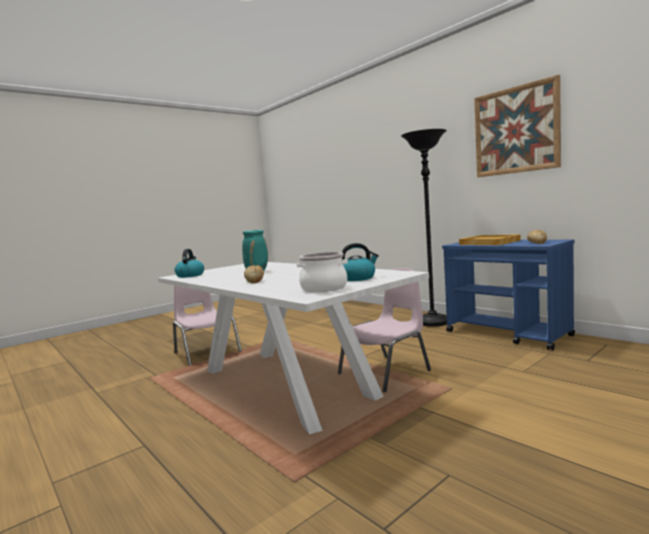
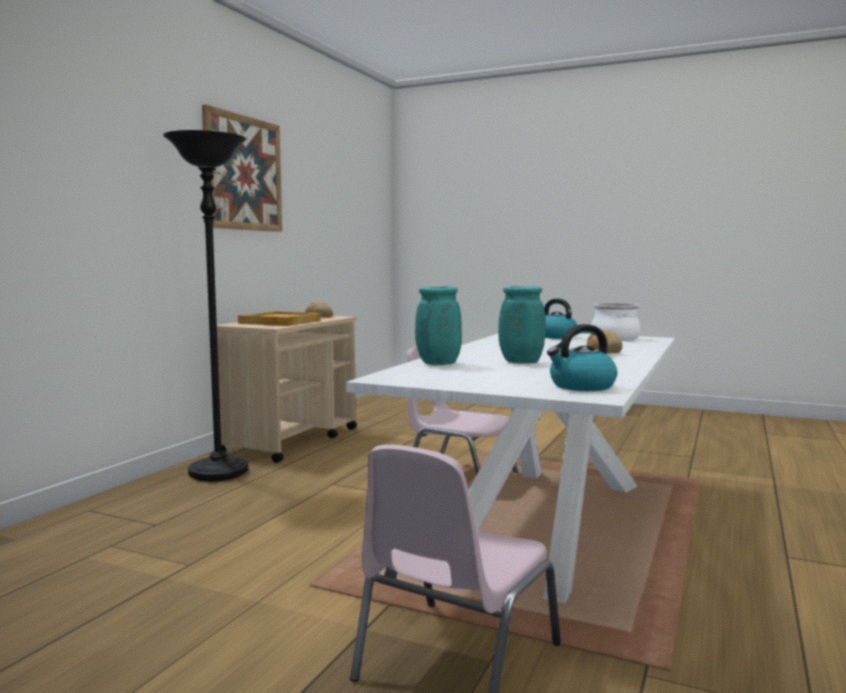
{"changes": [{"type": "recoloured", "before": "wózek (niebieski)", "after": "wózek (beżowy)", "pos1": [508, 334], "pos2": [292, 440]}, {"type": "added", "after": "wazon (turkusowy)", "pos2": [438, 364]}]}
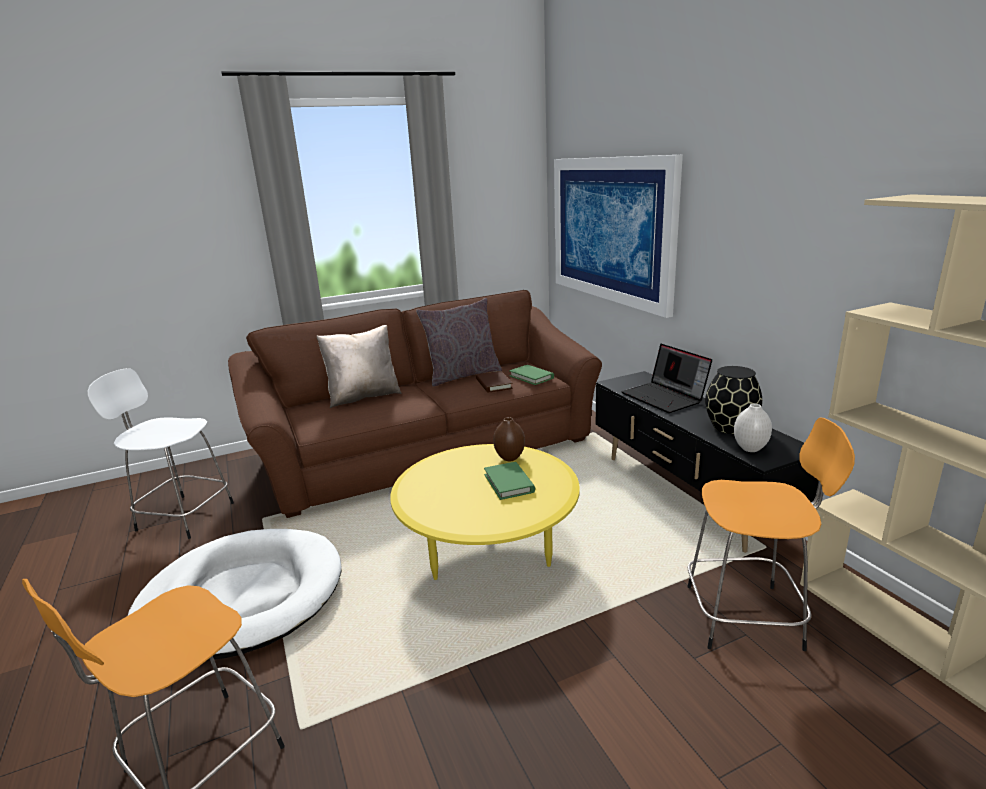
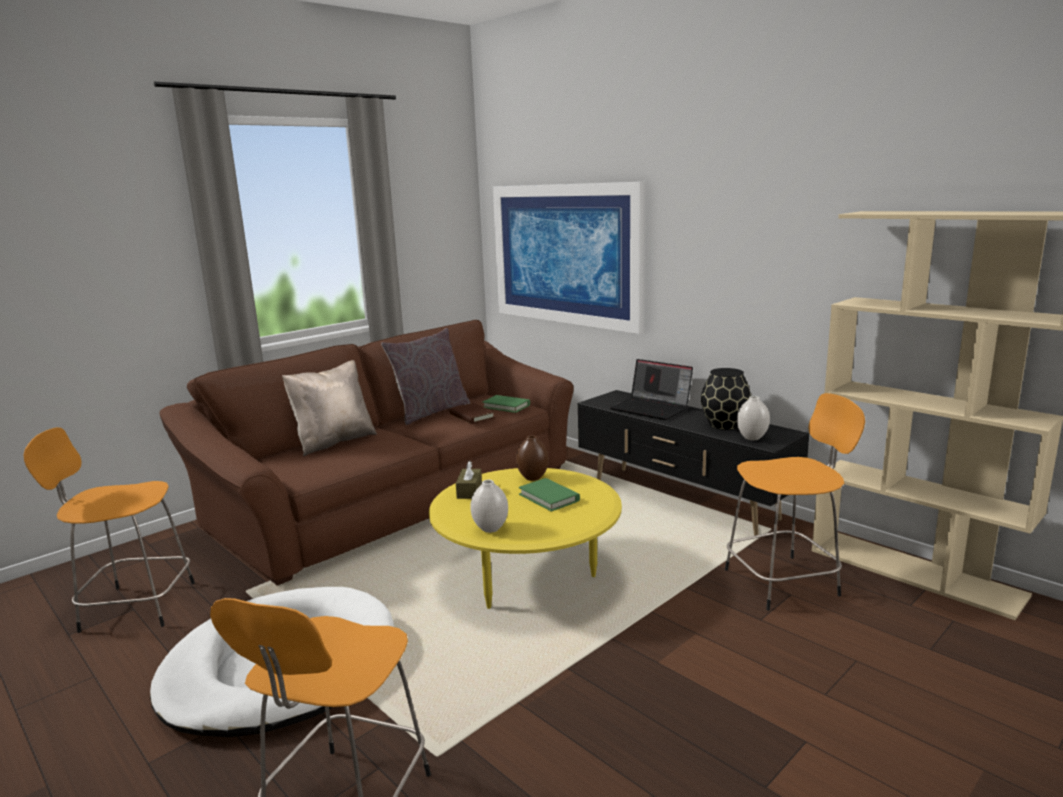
{"changes": [{"type": "recoloured", "before": "stołek (biały)", "after": "stołek (pomarańczowy)", "pos1": [183, 516], "pos2": [134, 606]}, {"type": "added", "after": "pudełko chusteczek (brązowy)", "pos2": [469, 491]}, {"type": "added", "after": "wazon (biały)", "pos2": [490, 528]}]}
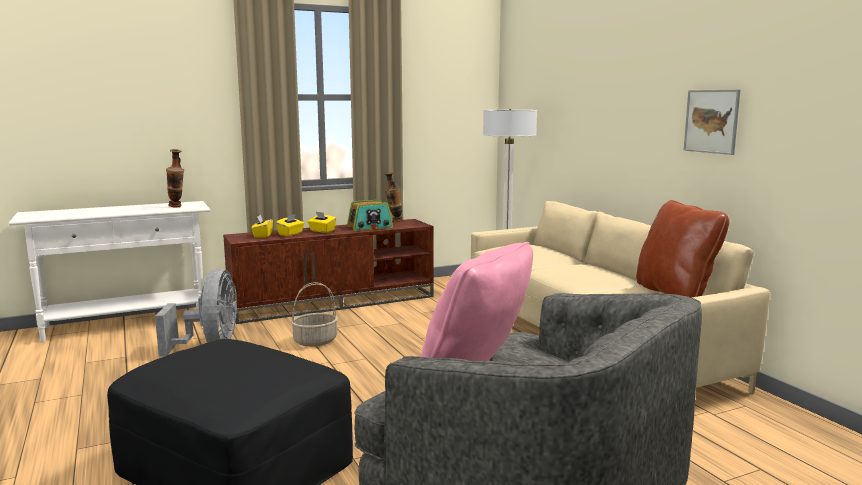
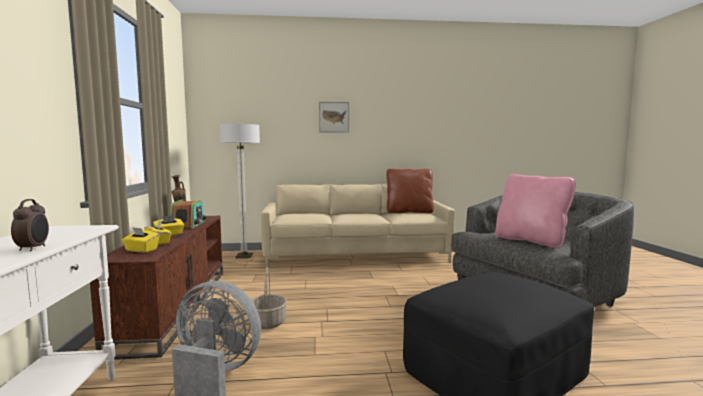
{"changes": [{"type": "moved", "before": "obraz", "pos1": [711, 121], "pos2": [334, 117]}, {"type": "removed", "before": "wazon", "pos1": [177, 207]}, {"type": "added", "after": "budzik", "pos2": [33, 248]}]}
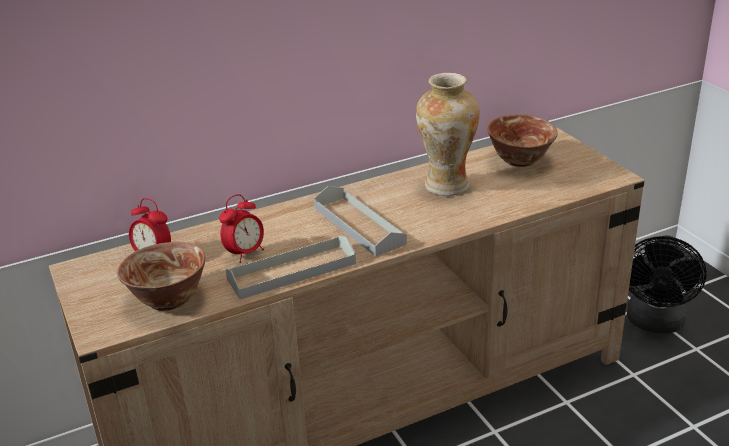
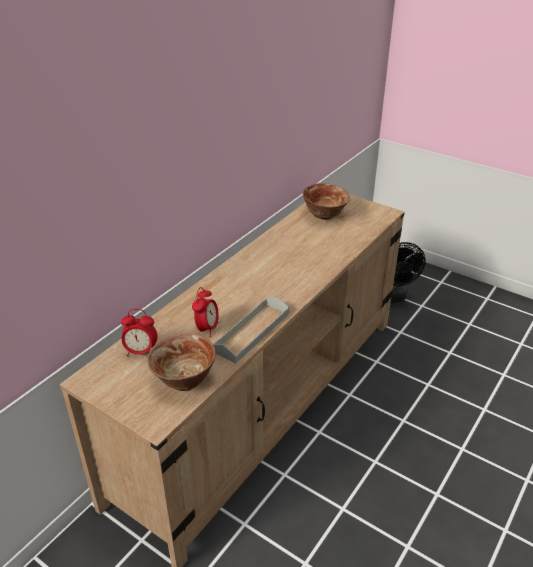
{"changes": [{"type": "removed", "before": "wazon", "pos1": [446, 186]}, {"type": "removed", "before": "taca (szary)", "pos1": [358, 225]}]}
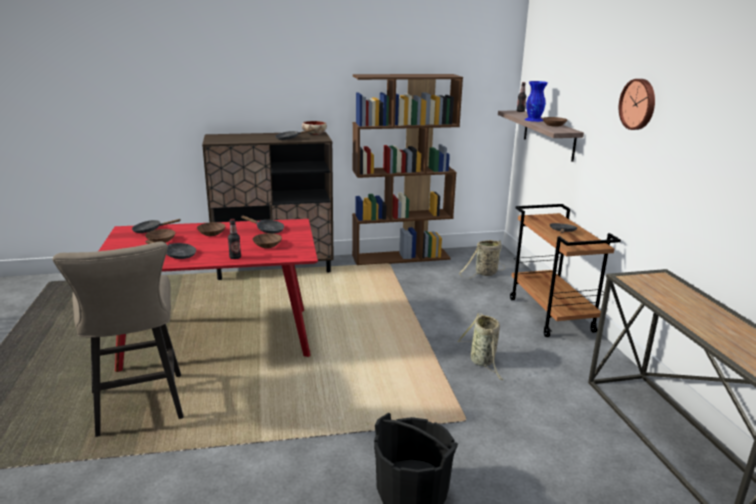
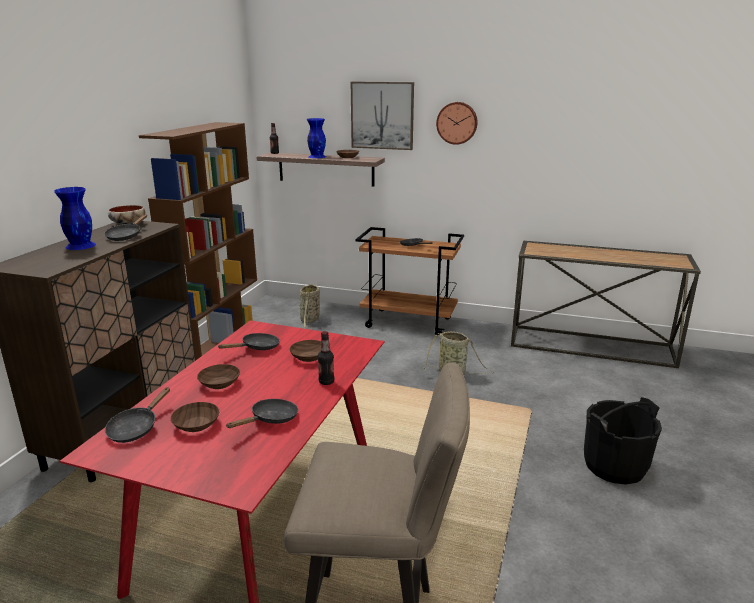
{"changes": [{"type": "added", "after": "obraz", "pos2": [382, 115]}, {"type": "added", "after": "wazon (niebieski)", "pos2": [80, 245]}]}
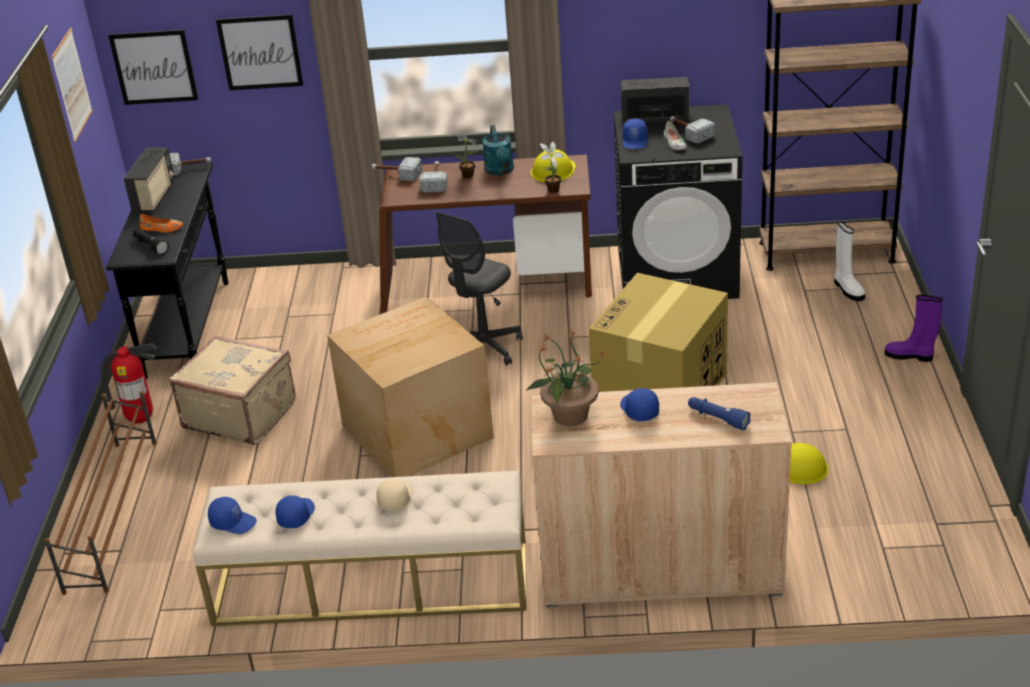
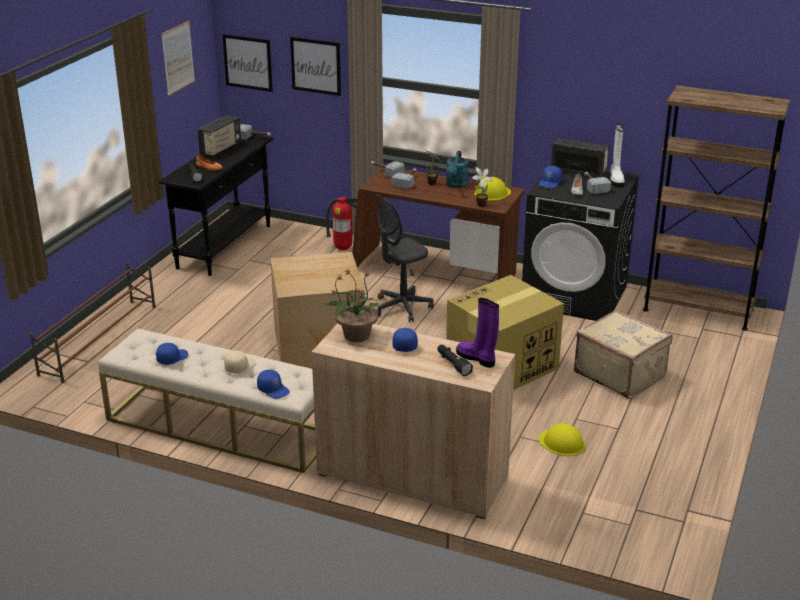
{"changes": [{"type": "moved", "before": "but z cholewką (biały)", "pos1": [847, 289], "pos2": [615, 180]}, {"type": "moved", "before": "but z cholewką (fioletowy)", "pos1": [910, 356], "pos2": [477, 358]}, {"type": "moved", "before": "walizka (beżowy)", "pos1": [240, 414], "pos2": [620, 374]}, {"type": "moved", "before": "gaśnica", "pos1": [141, 419], "pos2": [343, 249]}, {"type": "recoloured", "before": "latarka (niebieski)", "after": "latarka (czarny)", "pos1": [717, 418], "pos2": [453, 364]}, {"type": "moved", "before": "czapka z daszkiem (niebieski)", "pos1": [233, 522], "pos2": [273, 390]}]}
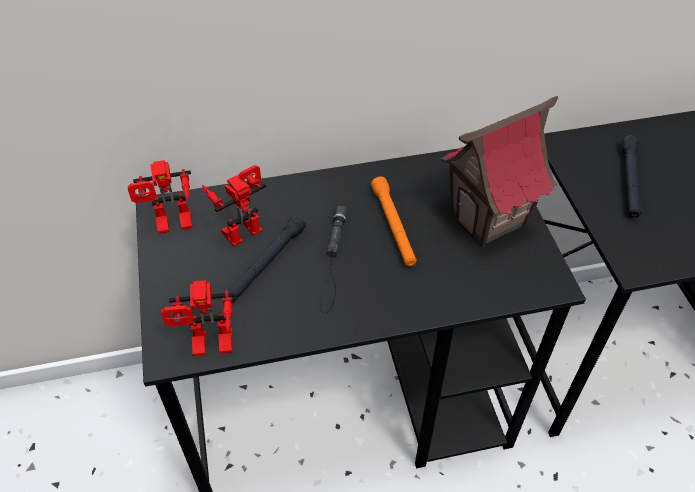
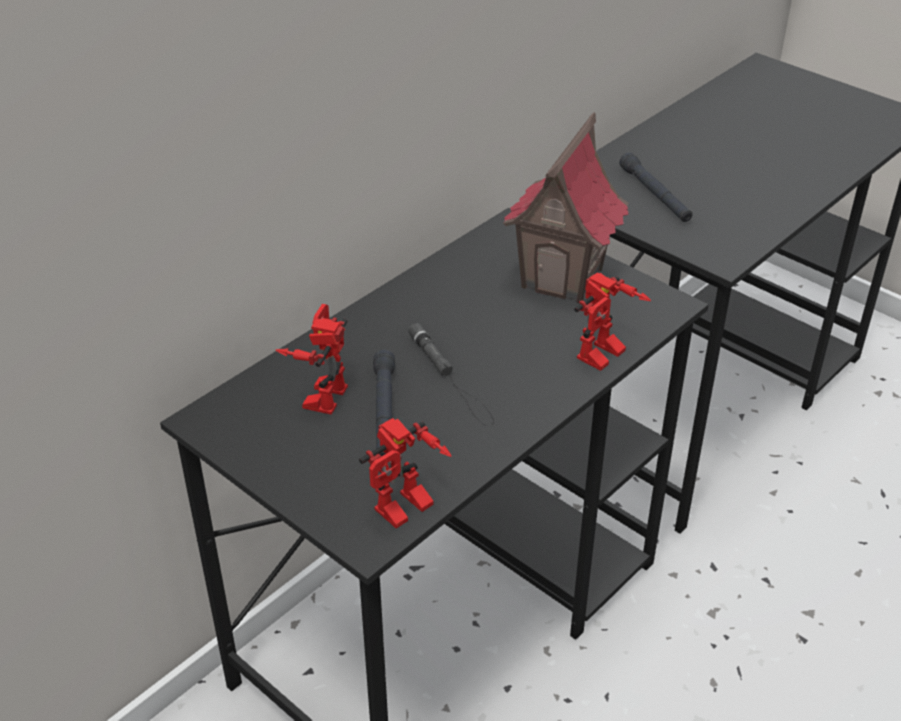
{"changes": [{"type": "moved", "before": "robot zabawkowy", "pos1": [172, 226], "pos2": [604, 358]}, {"type": "removed", "before": "latarka (pomarańczowy)", "pos1": [393, 226]}]}
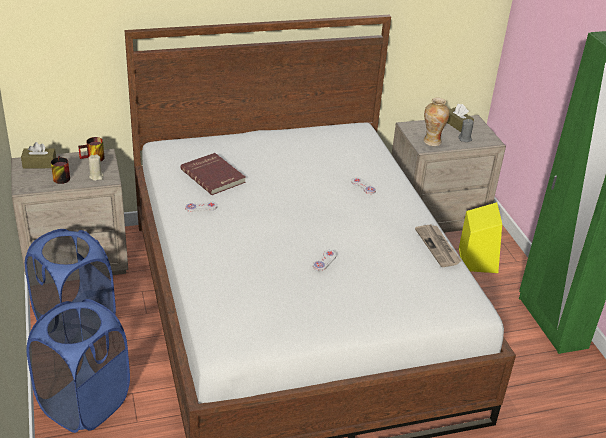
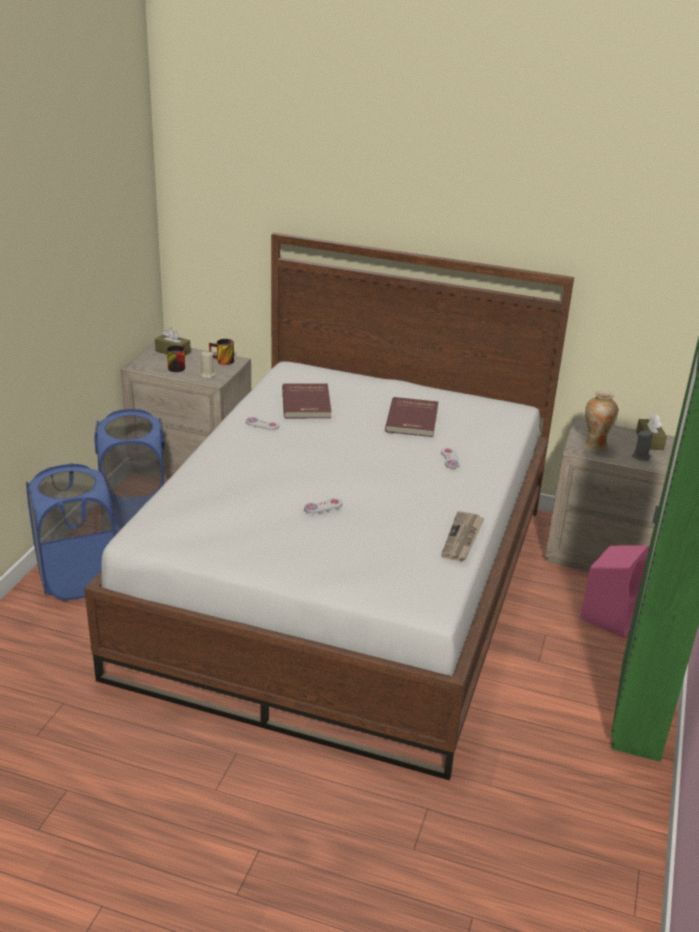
{"changes": [{"type": "recoloured", "before": "głośnik (żółty)", "after": "głośnik (różowy)", "pos1": [477, 259], "pos2": [611, 615]}, {"type": "added", "after": "książka (czerwony)", "pos2": [413, 420]}]}
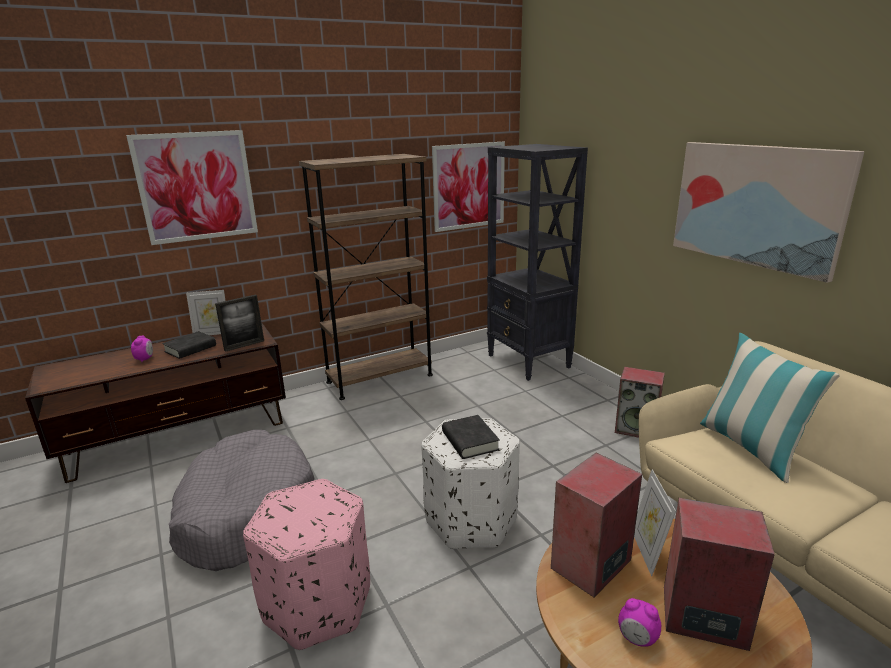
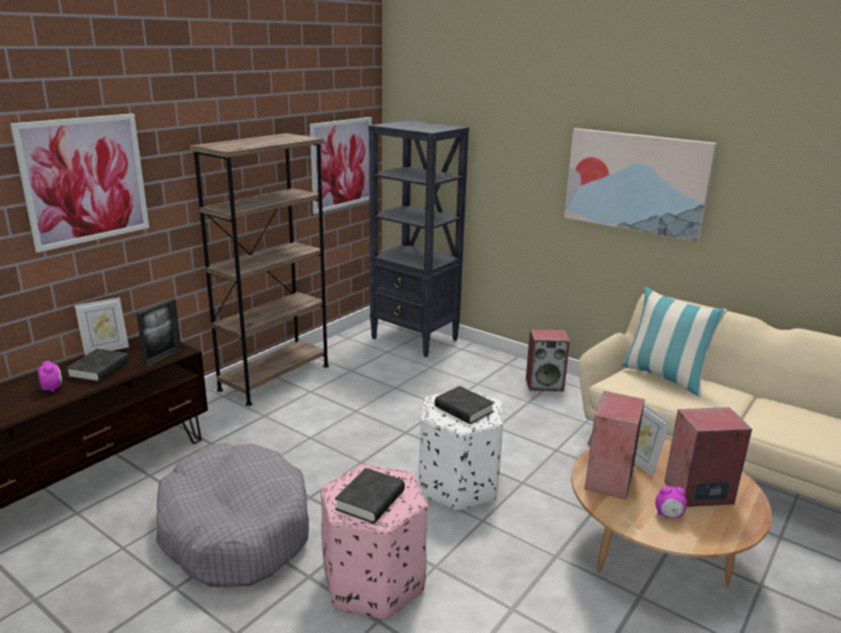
{"changes": [{"type": "added", "after": "książka (czarny)", "pos2": [370, 500]}]}
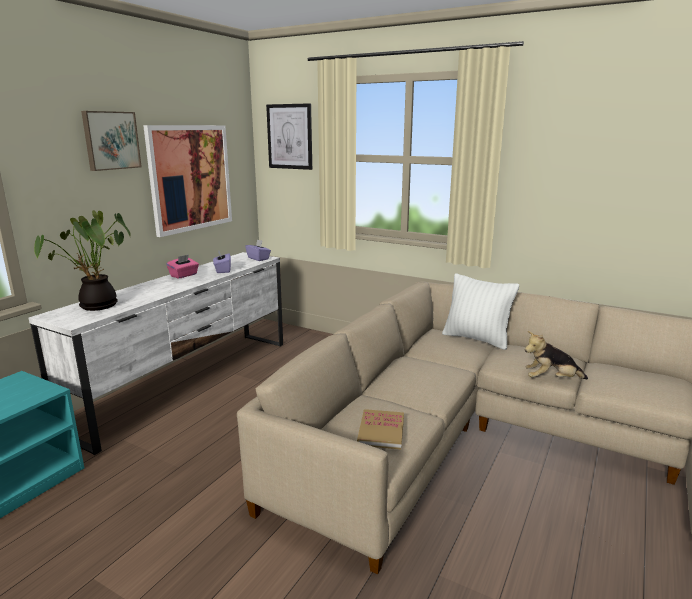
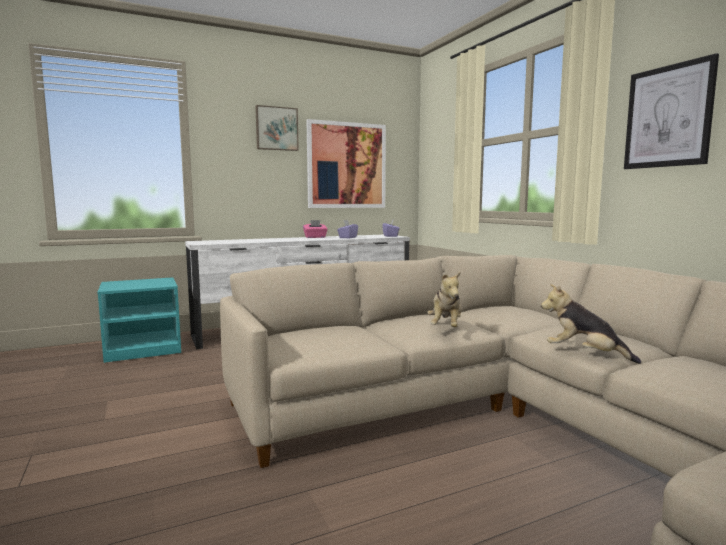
{"changes": [{"type": "moved", "before": "obraz", "pos1": [290, 136], "pos2": [668, 116]}, {"type": "removed", "before": "roślina doniczkowa", "pos1": [96, 306]}, {"type": "removed", "before": "poduszka (biały)", "pos1": [476, 339]}, {"type": "removed", "before": "książka", "pos1": [381, 431]}, {"type": "added", "after": "pluszak", "pos2": [446, 327]}]}
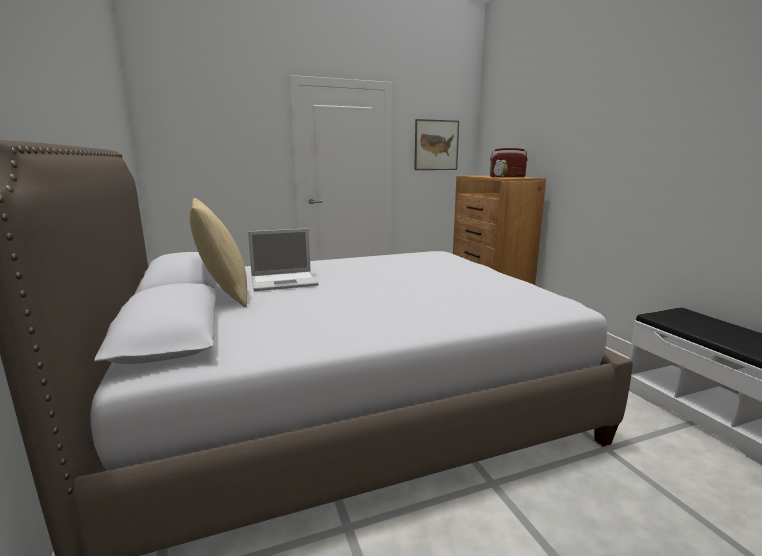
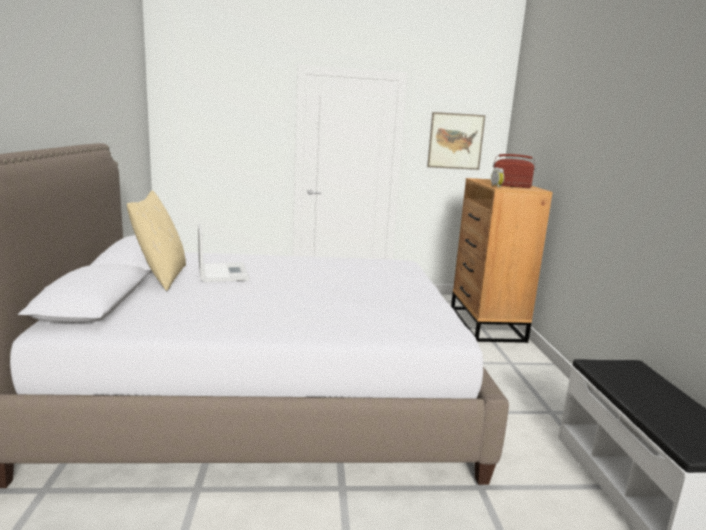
{"changes": [{"type": "turned", "before": "laptop", "pos1": [285, 281], "pos2": [222, 272], "turn": -105}]}
